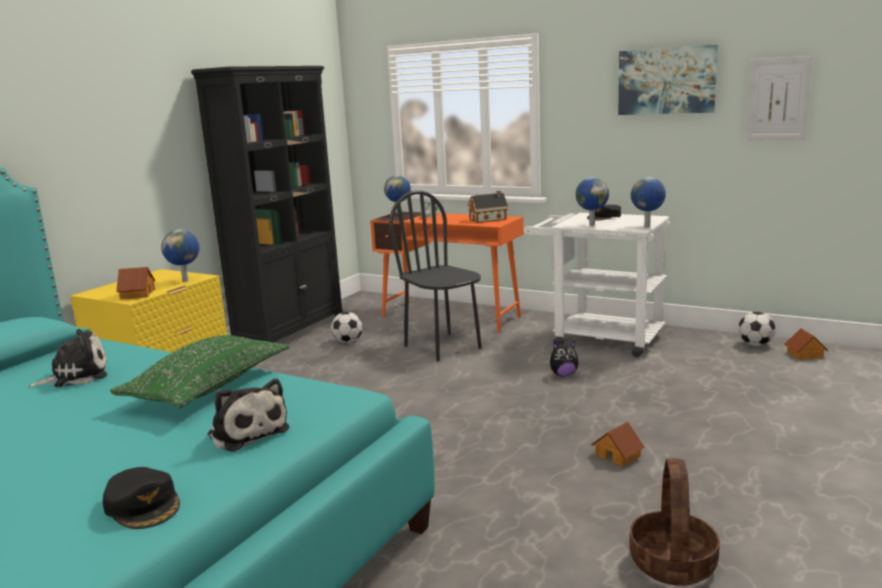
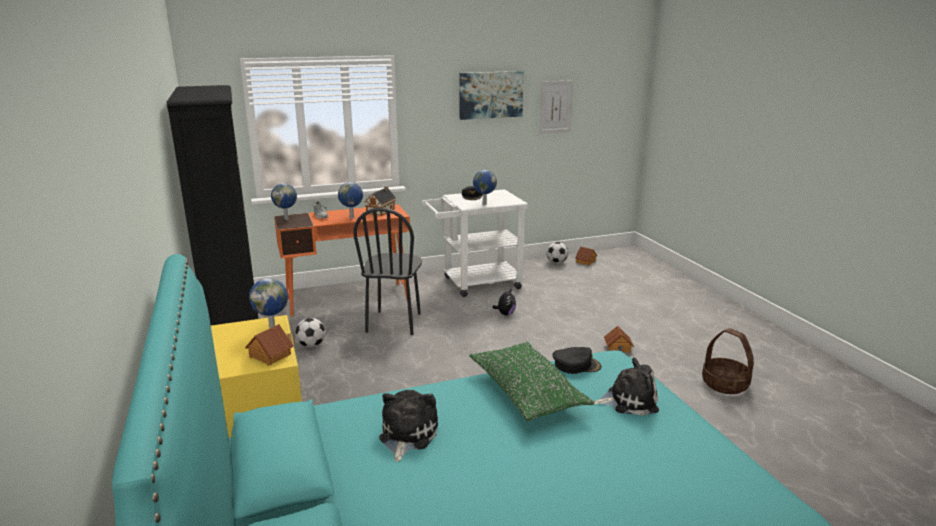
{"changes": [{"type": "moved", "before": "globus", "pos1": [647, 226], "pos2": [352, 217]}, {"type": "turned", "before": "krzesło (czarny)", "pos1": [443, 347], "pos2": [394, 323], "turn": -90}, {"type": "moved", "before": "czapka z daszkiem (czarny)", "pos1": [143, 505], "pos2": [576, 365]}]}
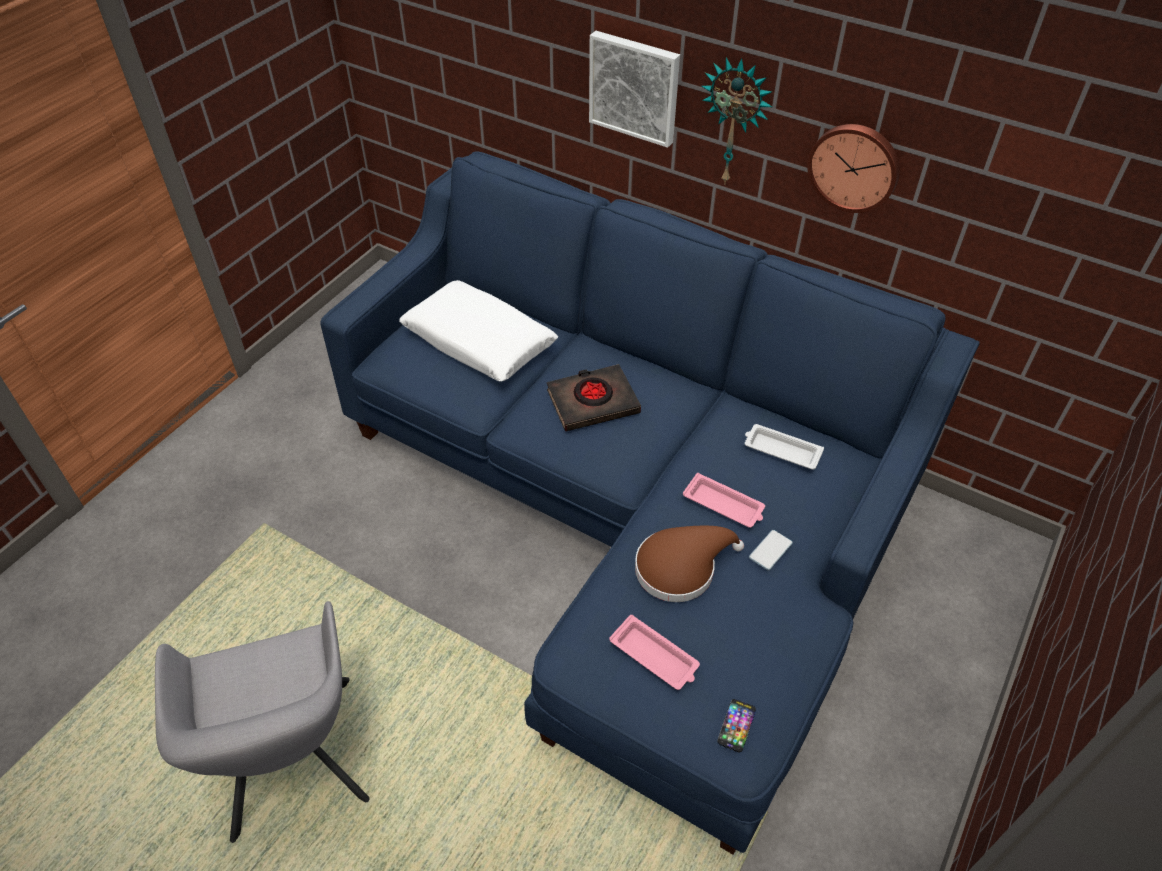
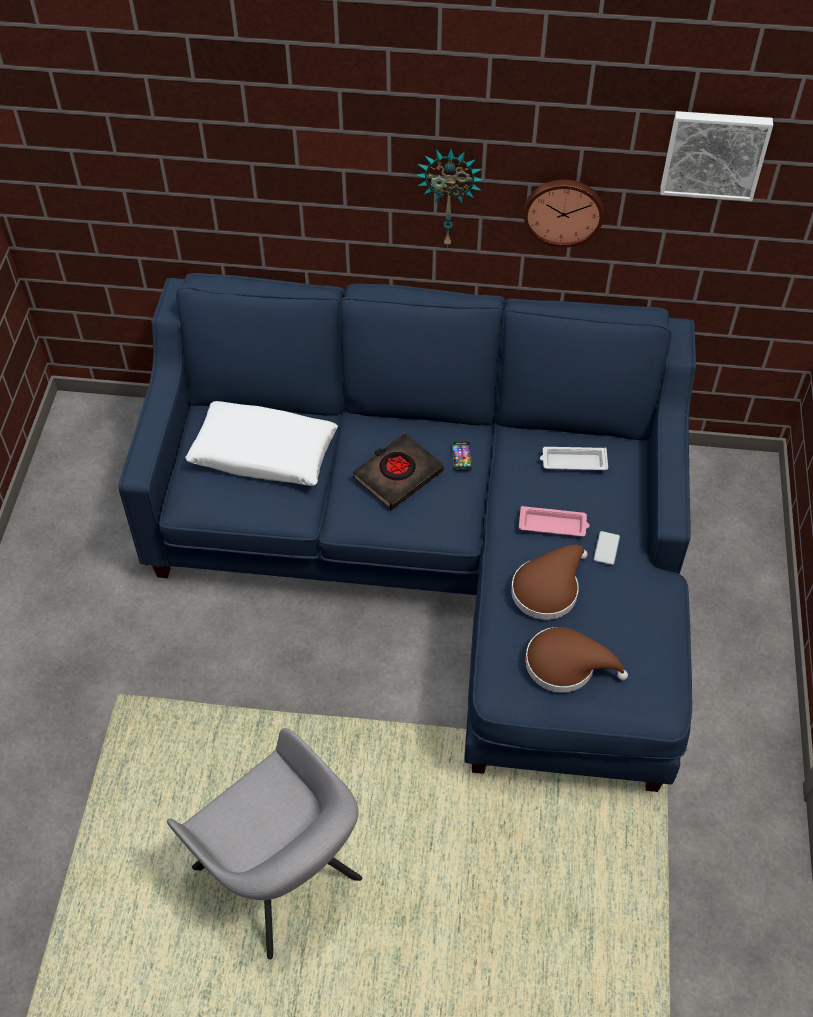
{"changes": [{"type": "moved", "before": "obraz", "pos1": [635, 87], "pos2": [714, 153]}, {"type": "replaced", "before": "taca (różowy)", "after": "kapelusz (brązowy)", "pos1": [655, 656], "pos2": [566, 664]}, {"type": "moved", "before": "telefon", "pos1": [736, 726], "pos2": [461, 456]}]}
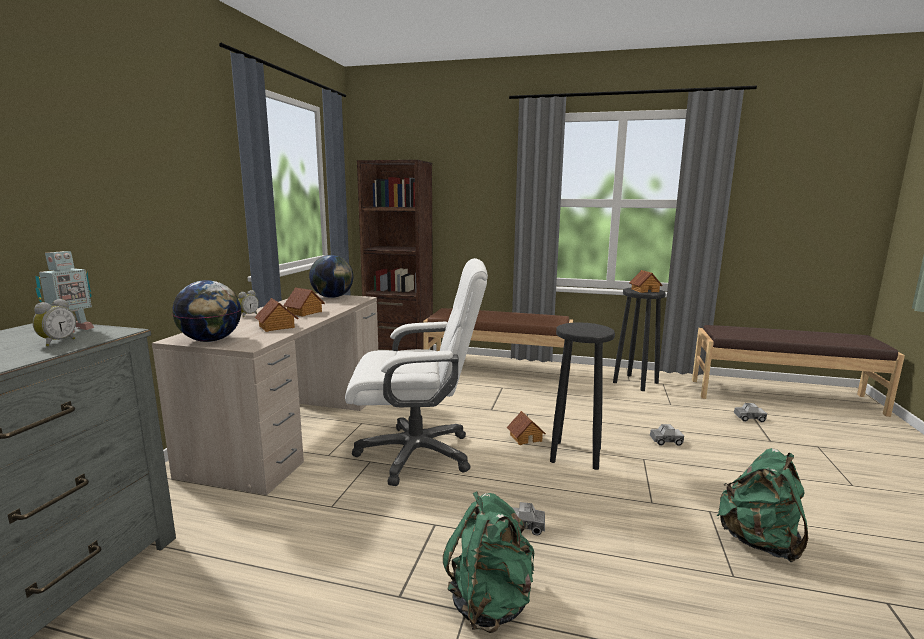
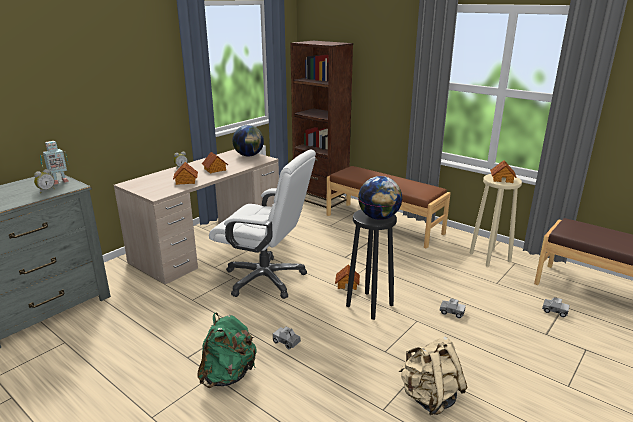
{"changes": [{"type": "moved", "before": "globus", "pos1": [210, 340], "pos2": [378, 218]}, {"type": "recoloured", "before": "stołek (czarny)", "after": "stołek (beżowy)", "pos1": [635, 382], "pos2": [489, 257]}, {"type": "recoloured", "before": "plecak (zielony)", "after": "plecak (beżowy)", "pos1": [759, 541], "pos2": [429, 397]}]}
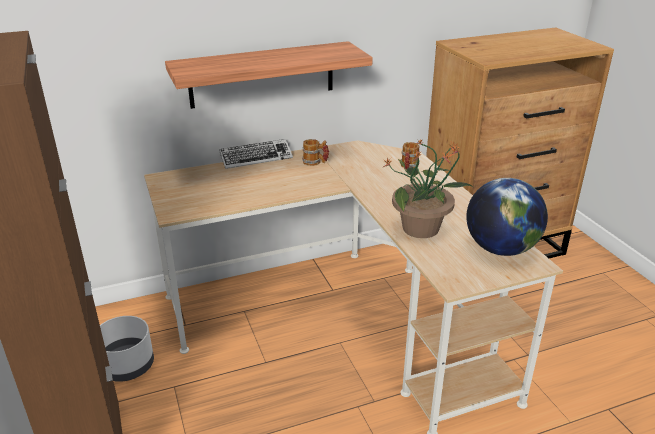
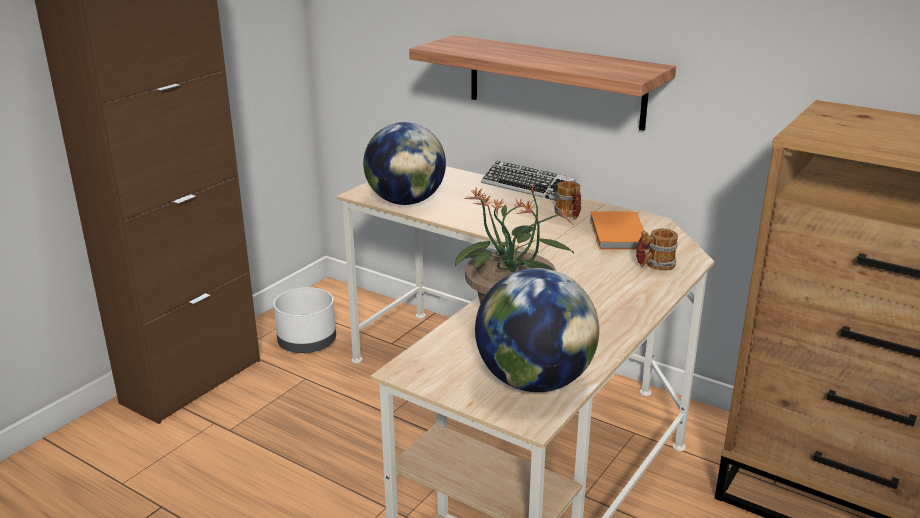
{"changes": [{"type": "added", "after": "globus", "pos2": [405, 201]}, {"type": "added", "after": "książka (pomarańczowy)", "pos2": [616, 234]}]}
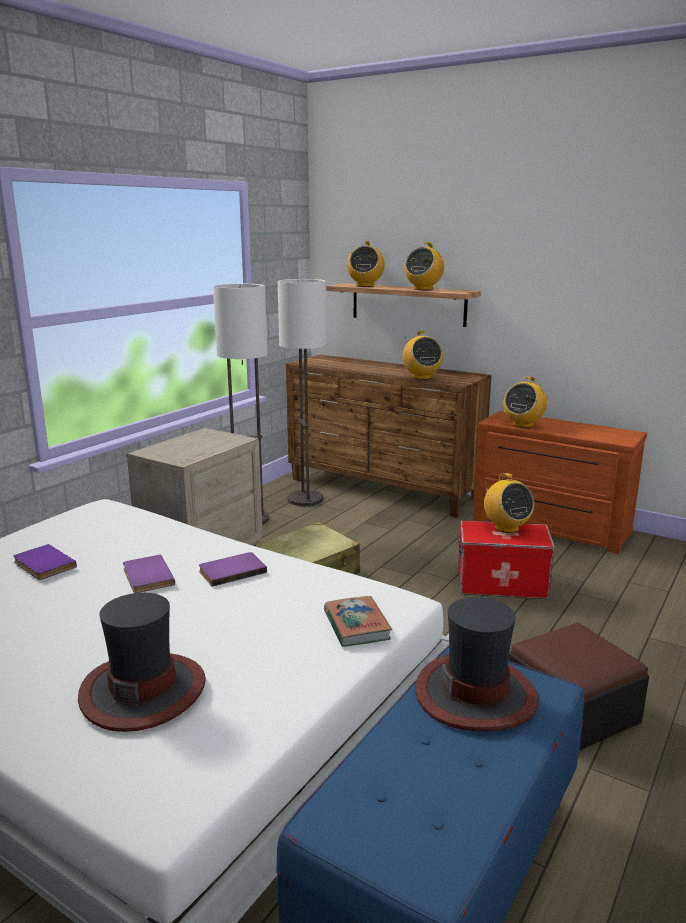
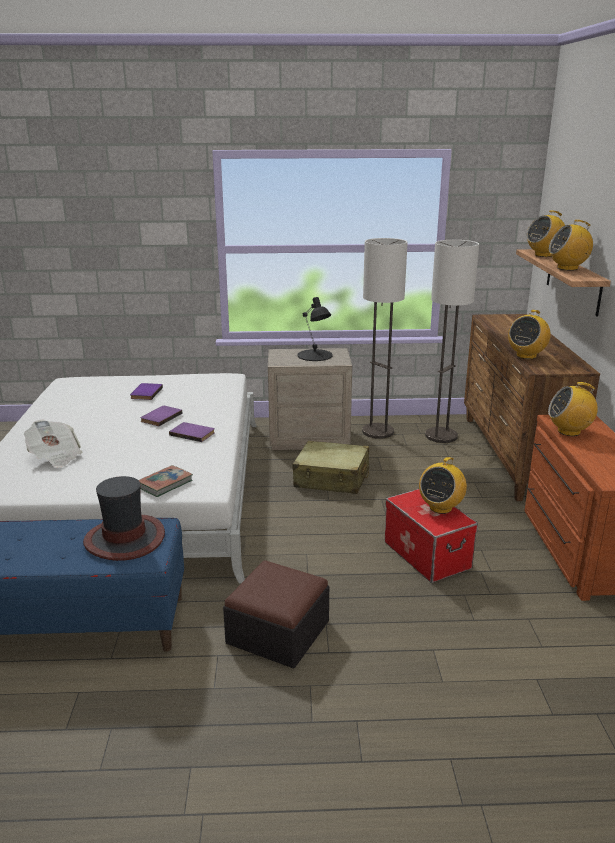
{"changes": [{"type": "replaced", "before": "kapelusz", "after": "gazeta", "pos1": [143, 690], "pos2": [55, 456]}, {"type": "added", "after": "lampa stołowa (czarny)", "pos2": [314, 355]}]}
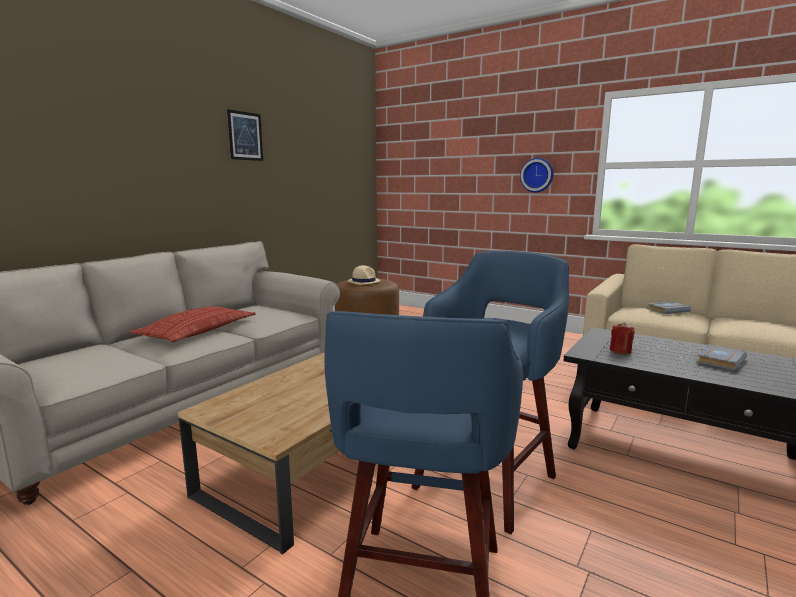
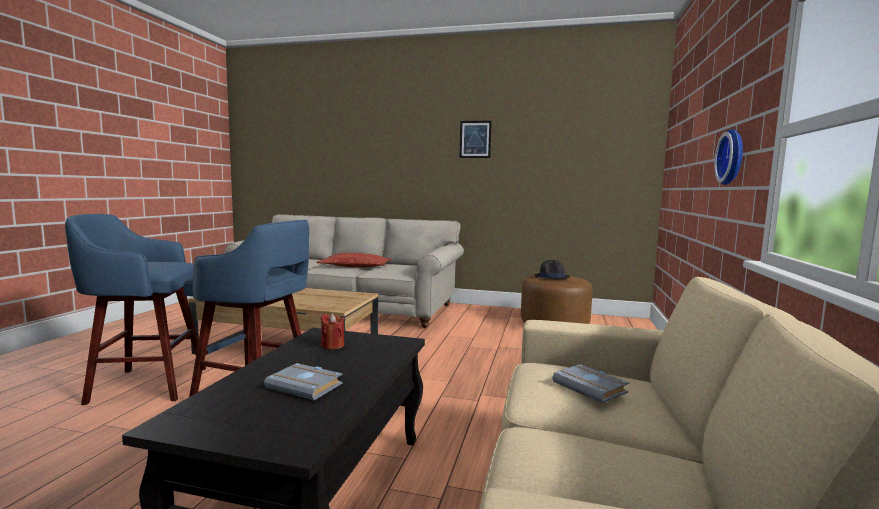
{"changes": [{"type": "recoloured", "before": "kapelusz (beżowy)", "after": "kapelusz (czarny)", "pos1": [364, 281], "pos2": [552, 277]}]}
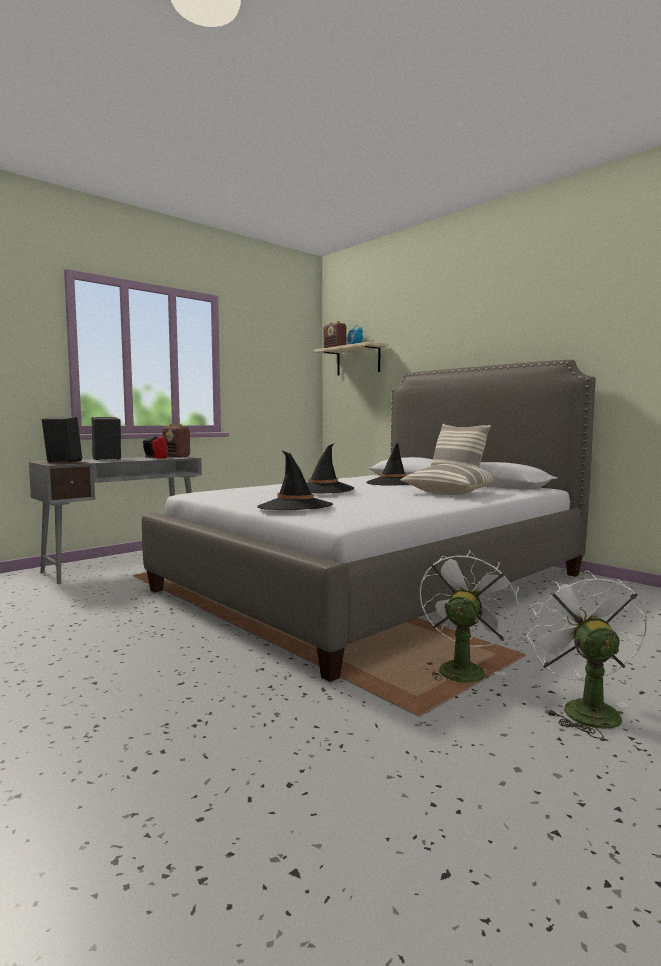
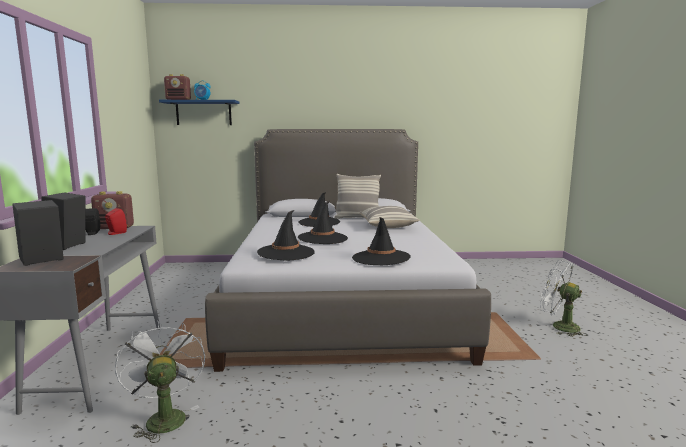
{"changes": [{"type": "recoloured", "before": "półka (beżowy)", "after": "półka (niebieski)", "pos1": [358, 360], "pos2": [203, 113]}, {"type": "moved", "before": "wentylator (biały)", "pos1": [462, 668], "pos2": [164, 417]}, {"type": "added", "after": "kapelusz (czarny)", "pos2": [286, 253]}]}
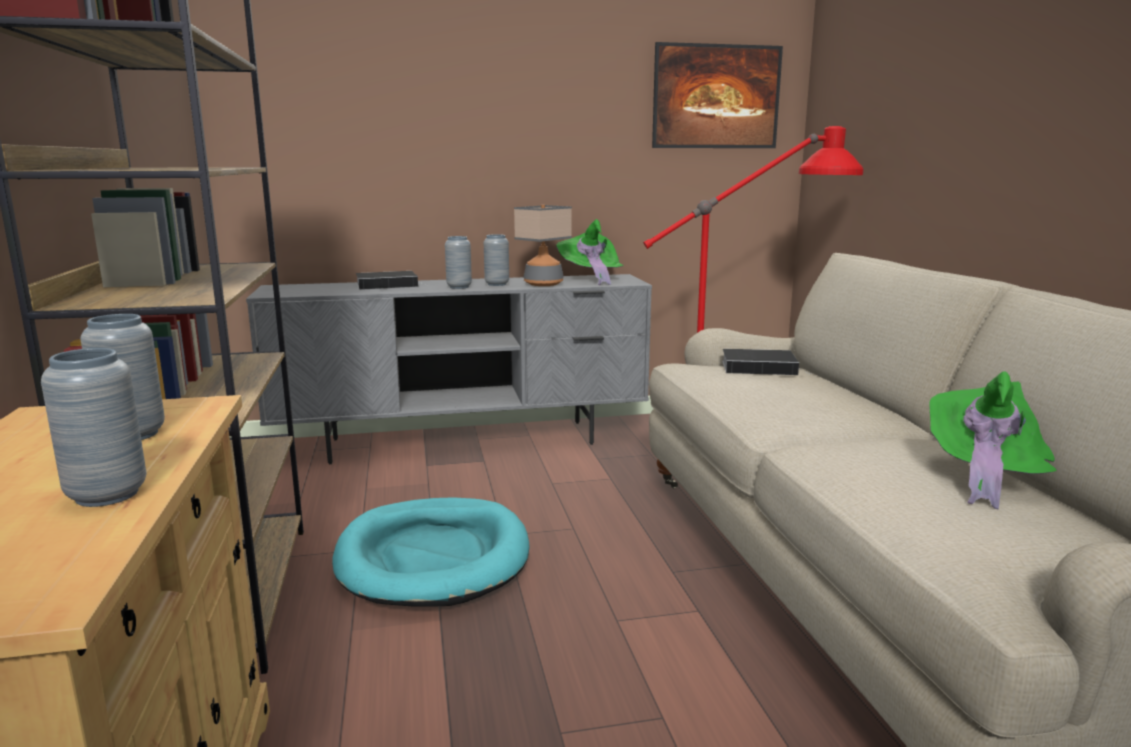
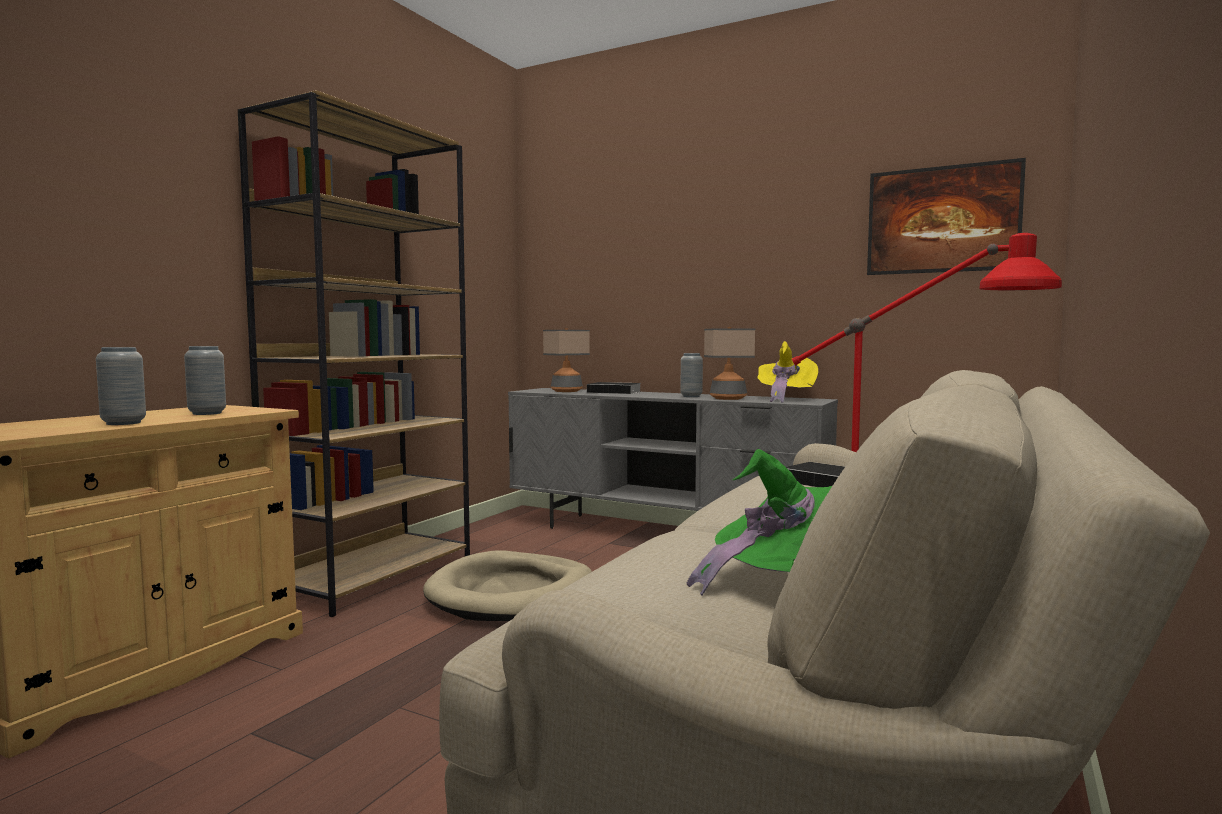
{"changes": [{"type": "recoloured", "before": "kapelusz (zielony)", "after": "kapelusz (żółty)", "pos1": [590, 278], "pos2": [785, 398]}, {"type": "removed", "before": "wazon (szary)", "pos1": [459, 287]}, {"type": "recoloured", "before": "legowisko (turkusowy)", "after": "legowisko (beżowy)", "pos1": [433, 557], "pos2": [512, 594]}, {"type": "added", "after": "lampa stołowa", "pos2": [566, 391]}]}
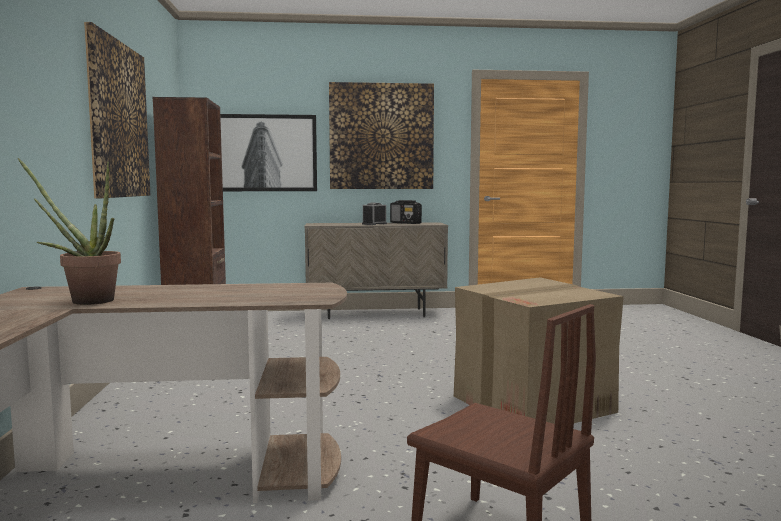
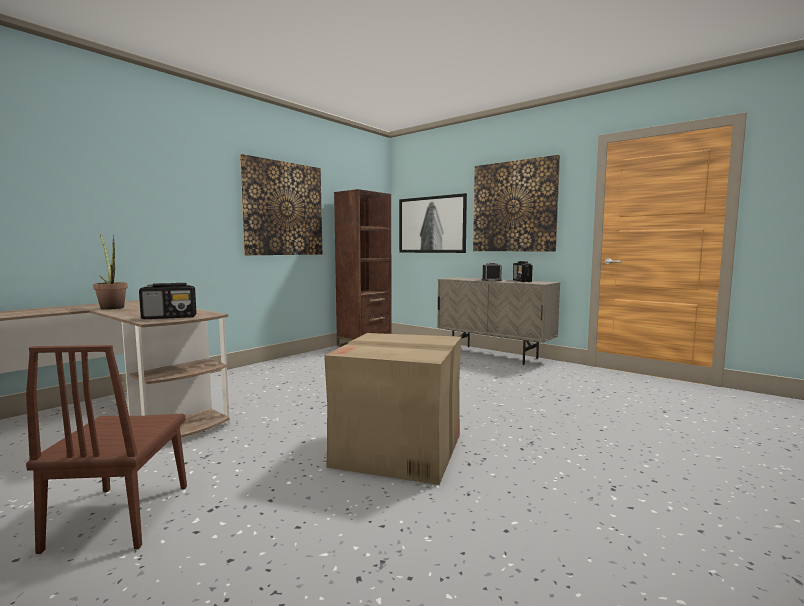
{"changes": [{"type": "added", "after": "radio", "pos2": [170, 317]}]}
